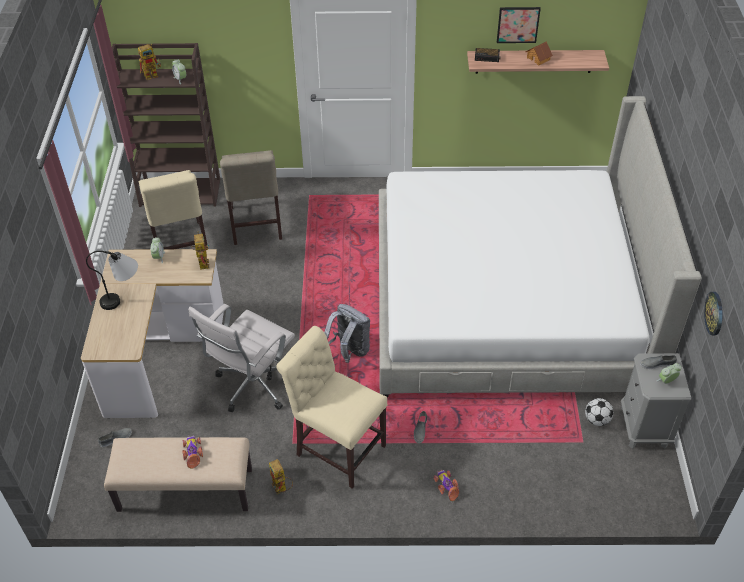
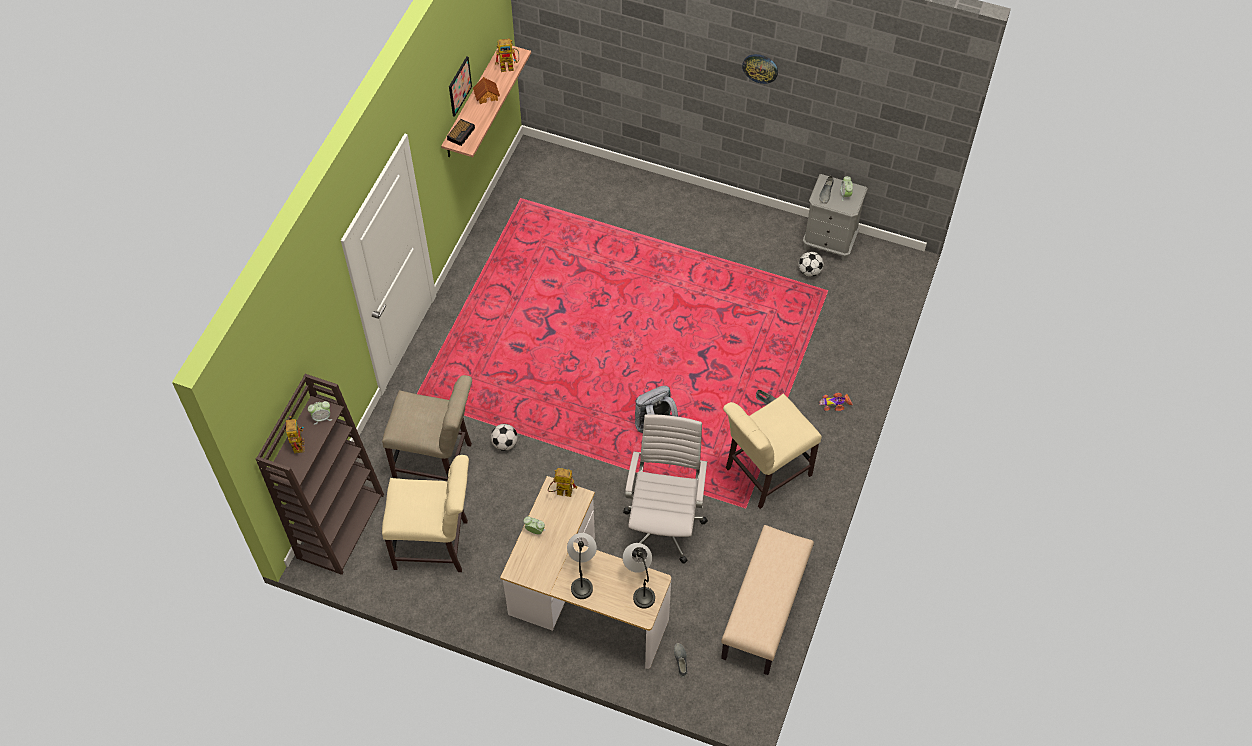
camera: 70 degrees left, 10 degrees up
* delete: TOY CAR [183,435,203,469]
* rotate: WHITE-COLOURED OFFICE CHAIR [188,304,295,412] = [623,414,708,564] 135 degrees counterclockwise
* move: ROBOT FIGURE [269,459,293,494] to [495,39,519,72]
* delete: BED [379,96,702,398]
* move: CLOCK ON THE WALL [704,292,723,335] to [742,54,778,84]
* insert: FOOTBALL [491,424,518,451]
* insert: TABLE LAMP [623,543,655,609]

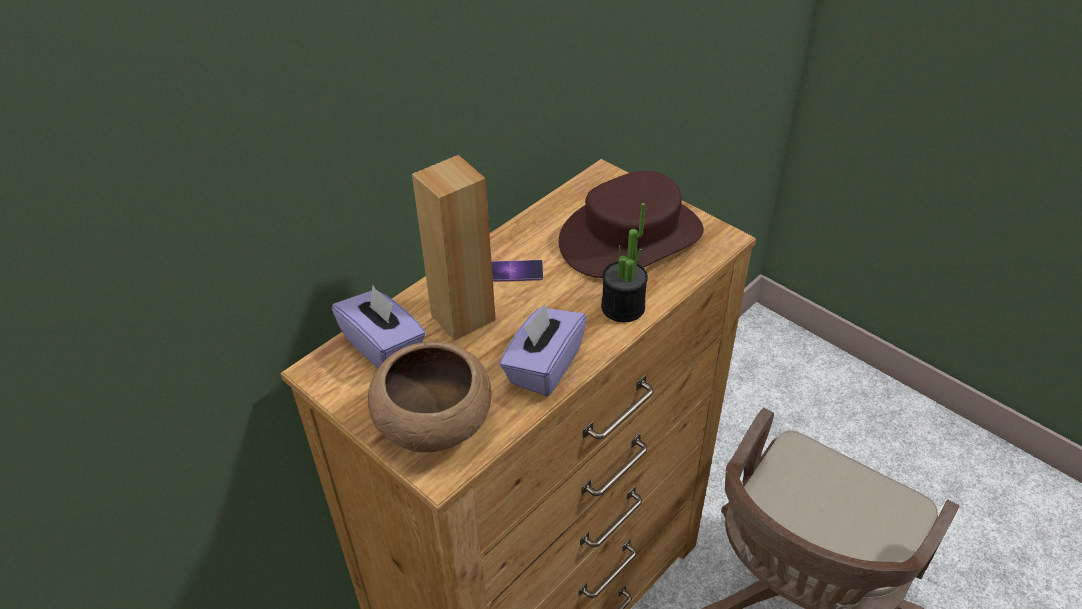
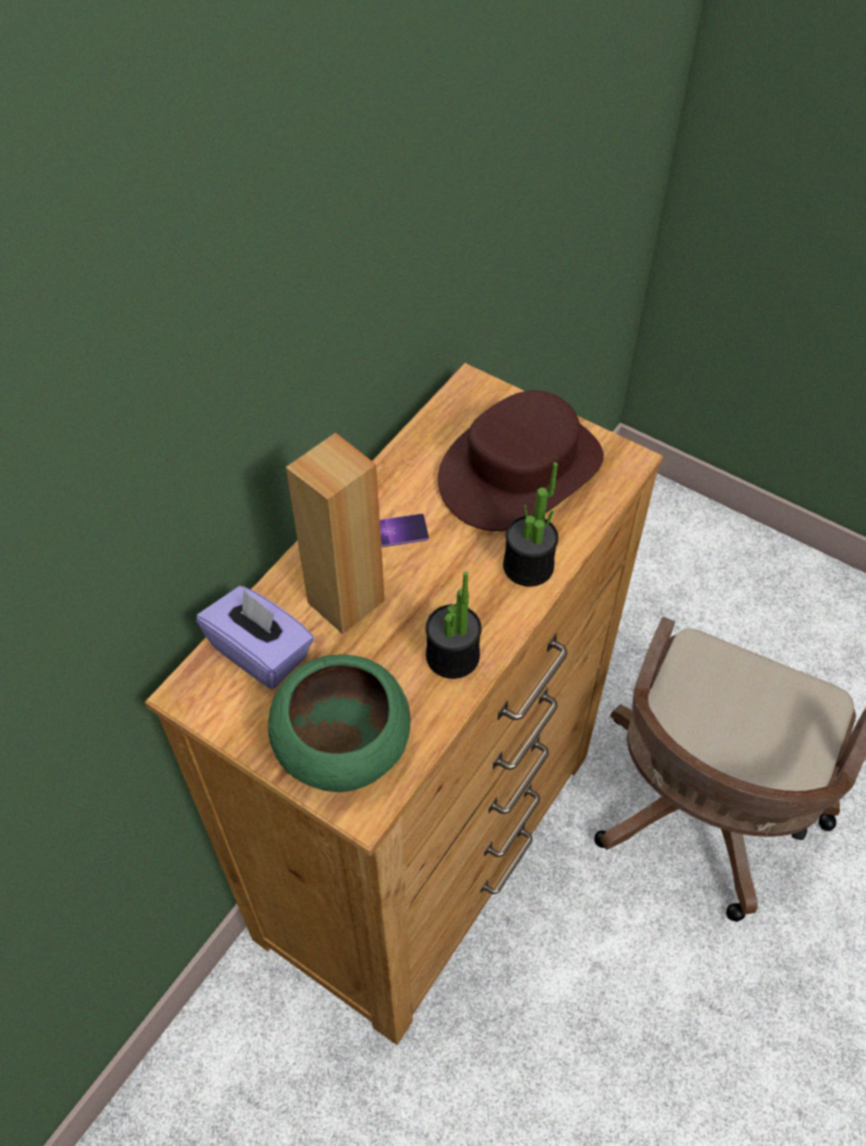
camera: 10 degrees left, 10 degrees up
* recolor: BROWNISH BOWL [368,341,492,453] to GREEN BOWL [268,655,411,792]
* replace: PURPLISH BOX OF TISSUES [499,304,587,396] to POTTED PLANT [426,571,482,679]

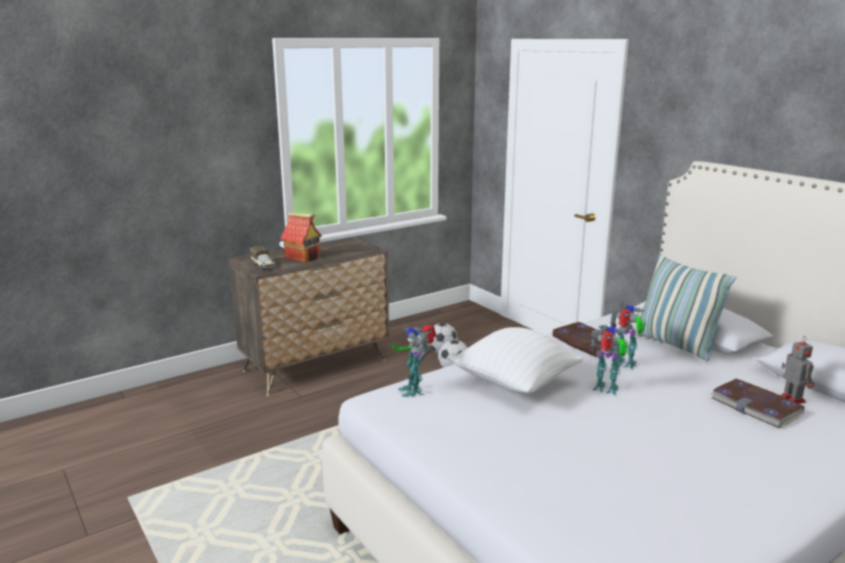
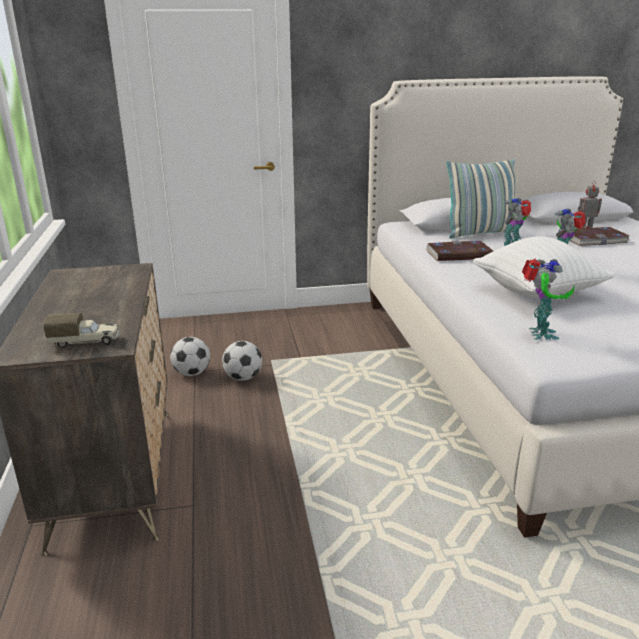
camera: 65 degrees left, 5 degrees up
* delete: TOY HOUSE [281,213,322,263]
* rotate: ROBOT FIGURE [392,325,436,397] = [522,258,574,340] 90 degrees counterclockwise

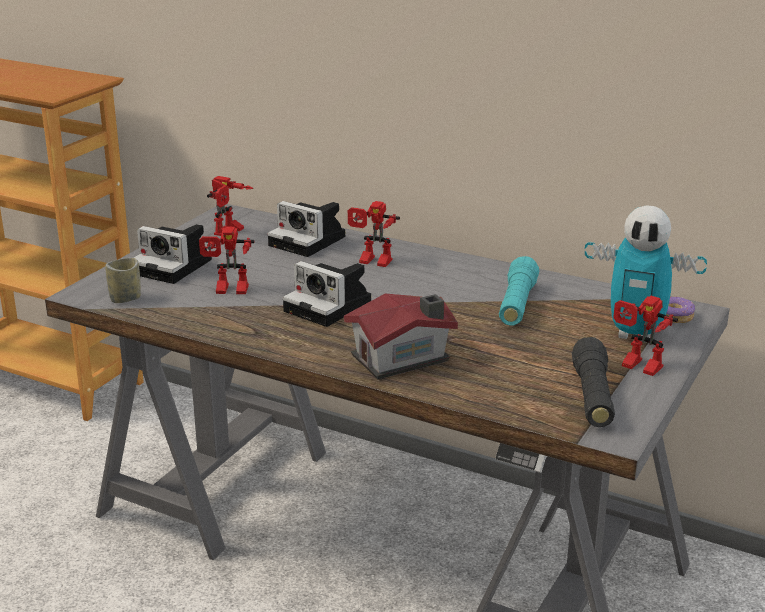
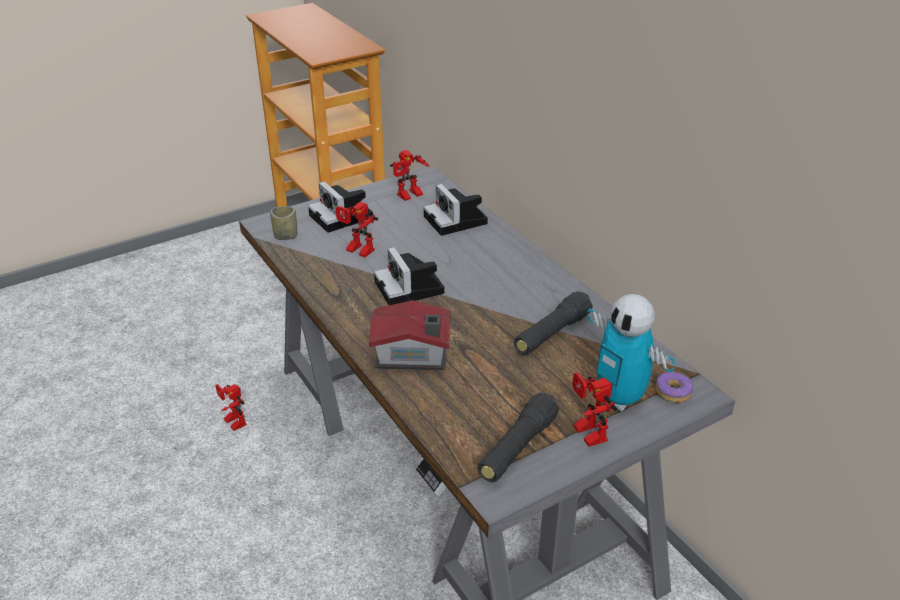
camera: 30 degrees right, 10 degrees up
* move: ROBOT FIGURE [348,201,400,267] to [215,384,247,431]
* recolor: TURQUOISE HAND TORCH [499,256,539,326] to BLACK-COLOURED HAND TORCH [514,291,593,355]

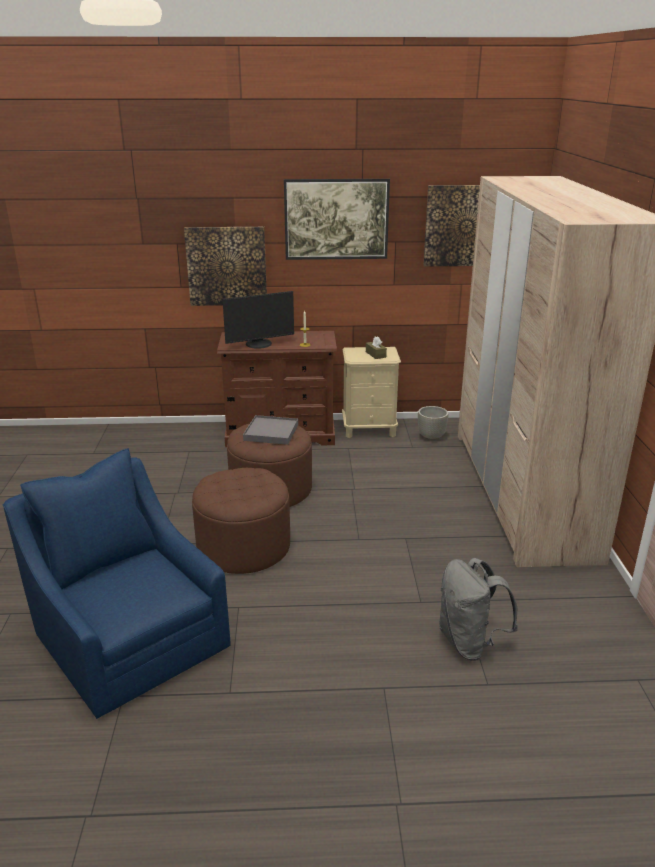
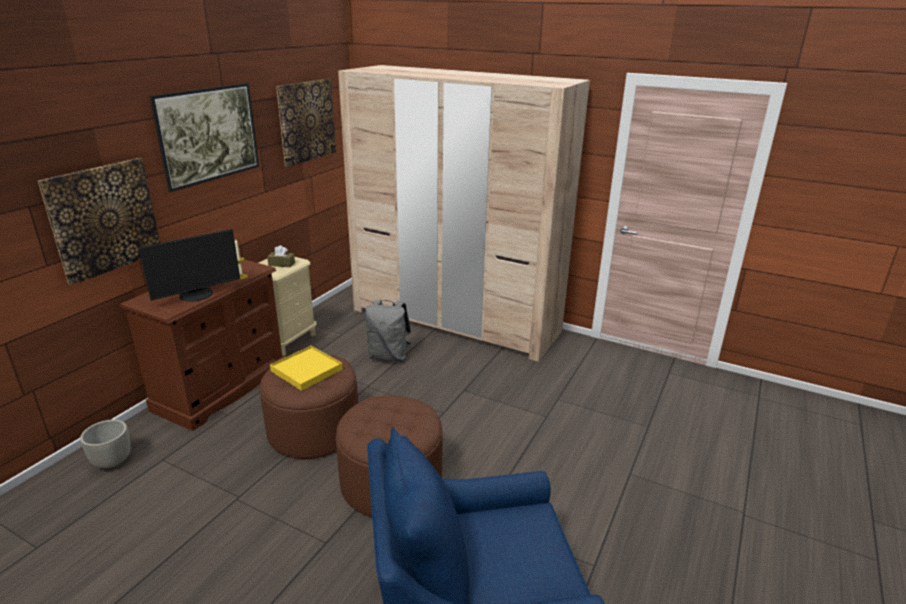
camera: 60 degrees left, 0 degrees up
* rotate: MONITOR [222,291,294,349] = [138,229,240,302] 45 degrees clockwise
* recolor: GRAY CARRYING TRAY [243,415,298,445] to YELLOW CARRYING TRAY [270,346,343,391]
* move: GRAY FLOWER POT [418,406,448,440] to [80,420,130,469]
* move: GRAY RUCKSACK [439,558,518,661] to [365,300,411,362]

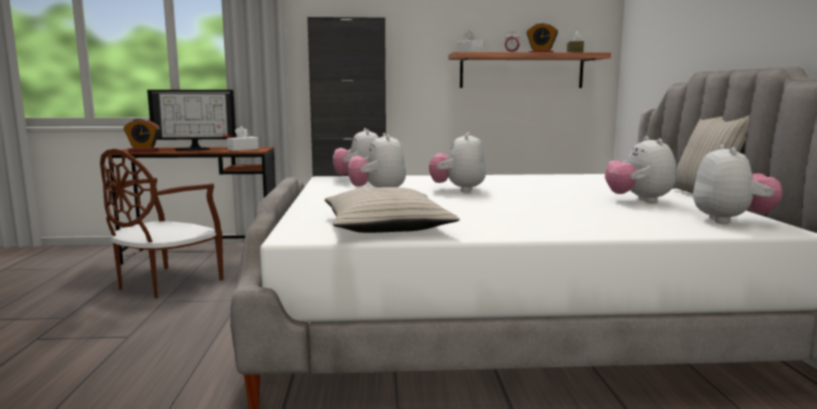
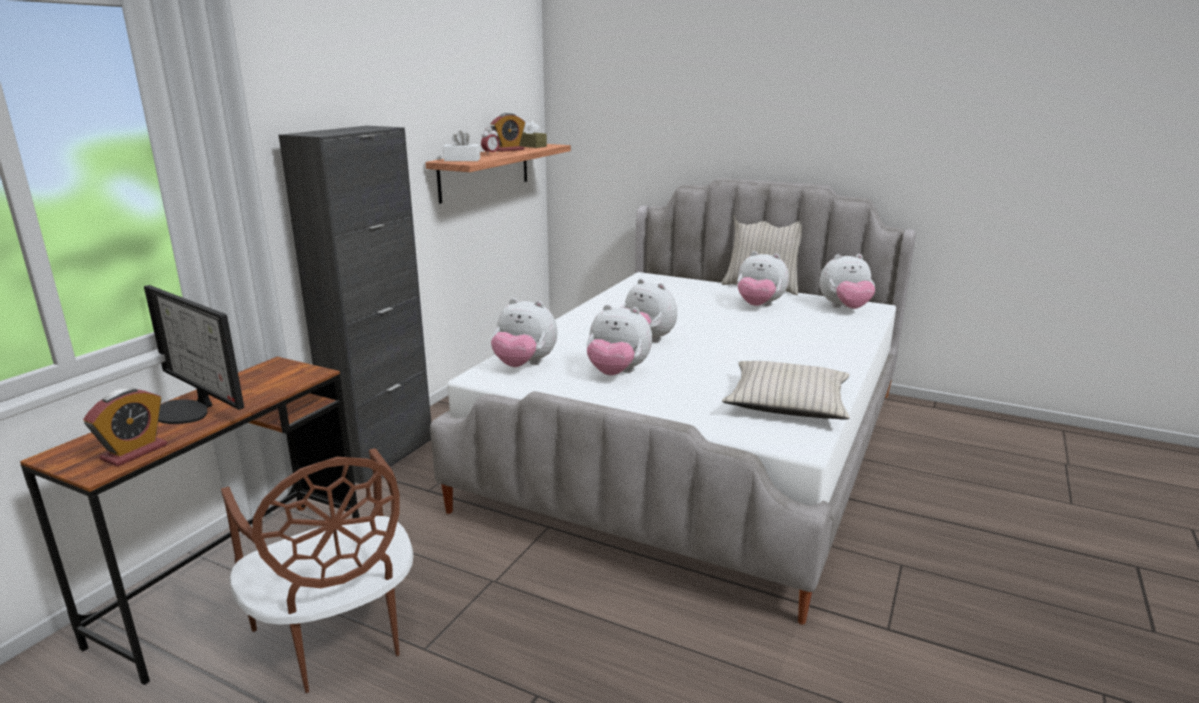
camera: 60 degrees left, 10 degrees up
* rotate: MONITOR [147,90,236,151] = [144,285,244,424] 105 degrees clockwise
* delete: WHITE-COLOURED BOX OF TISSUES [227,126,259,151]
* rotate: PLUSH TOY [693,144,782,224] = [820,254,875,309] 135 degrees clockwise

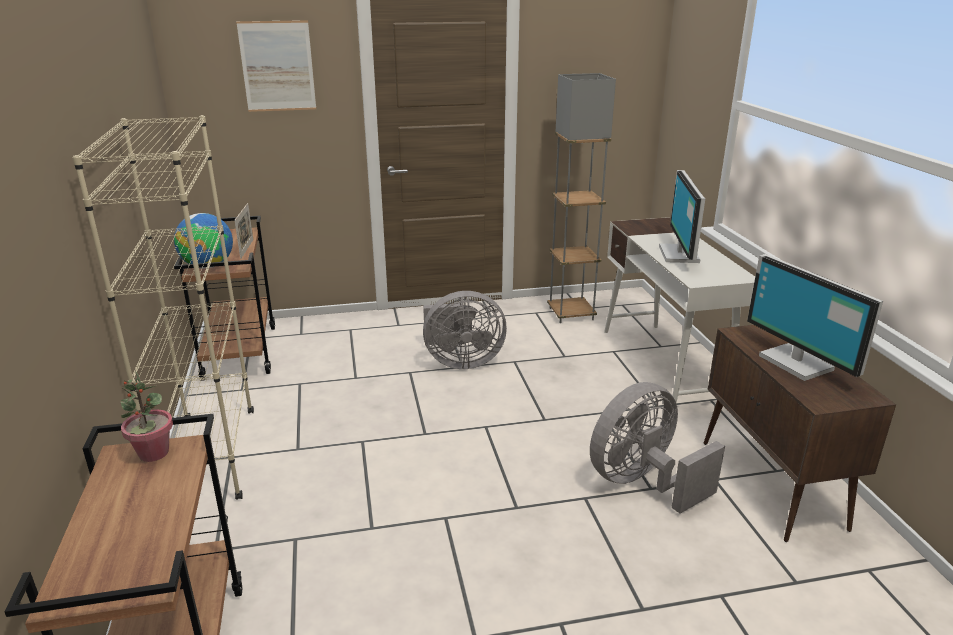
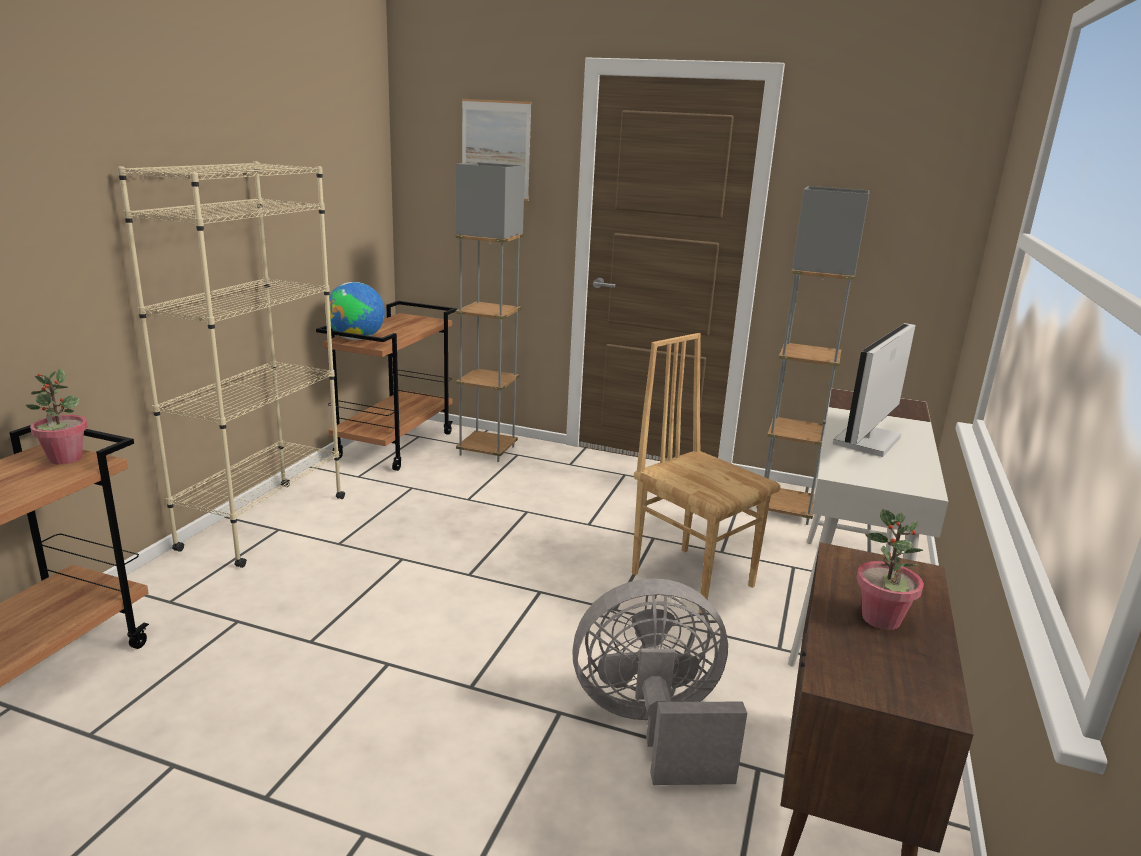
camera: 30 degrees right, 5 degrees down
* delete: STANDING FRAME [234,203,253,259]
* delete: GRAY COOLING FAN [423,291,507,369]
* replace: MONITOR [747,254,883,381] to POTTED PLANT [856,509,924,630]
* insert: GRAY STANDING LAMP [455,162,525,462]
* insert: BROWNISH PLAIN CHAIR [632,333,781,613]

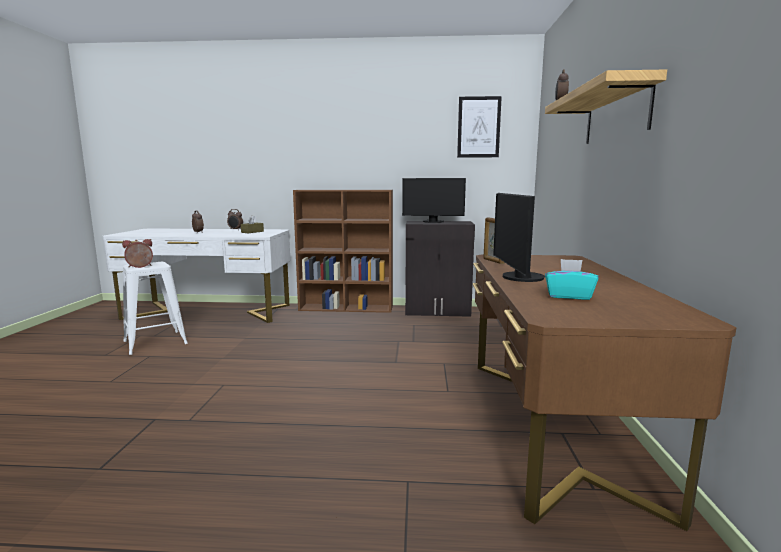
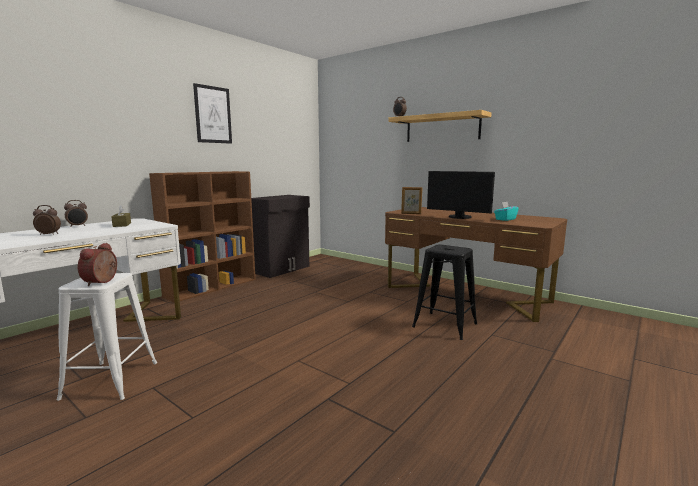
camera: 55 degrees left, 0 degrees up
* delete: MONITOR [402,178,466,223]
* move: WALL PICTURE [457,96,502,157] to [193,83,232,144]
* insert: BLACK-COLOURED SITTING STOOL [412,244,477,340]

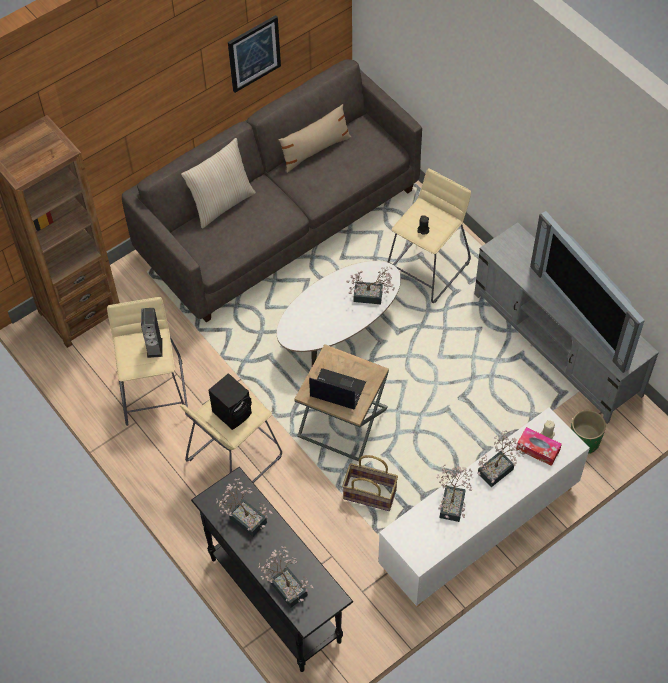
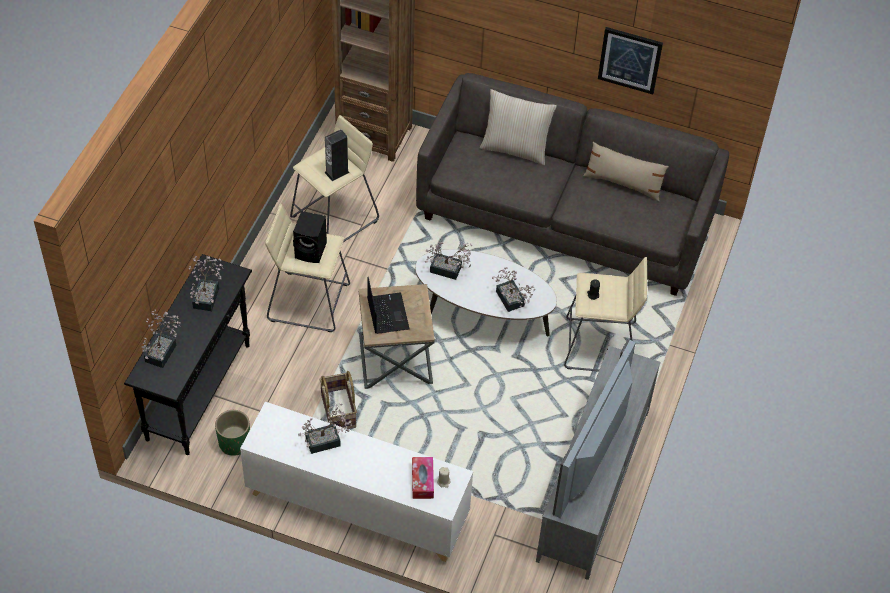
camera: 55 degrees right, 5 degrees down
* move: POTTED PLANT [478,430,526,487] to [425,242,472,280]
* move: GREEN FLOWER POT [571,410,606,454] to [215,410,250,456]

